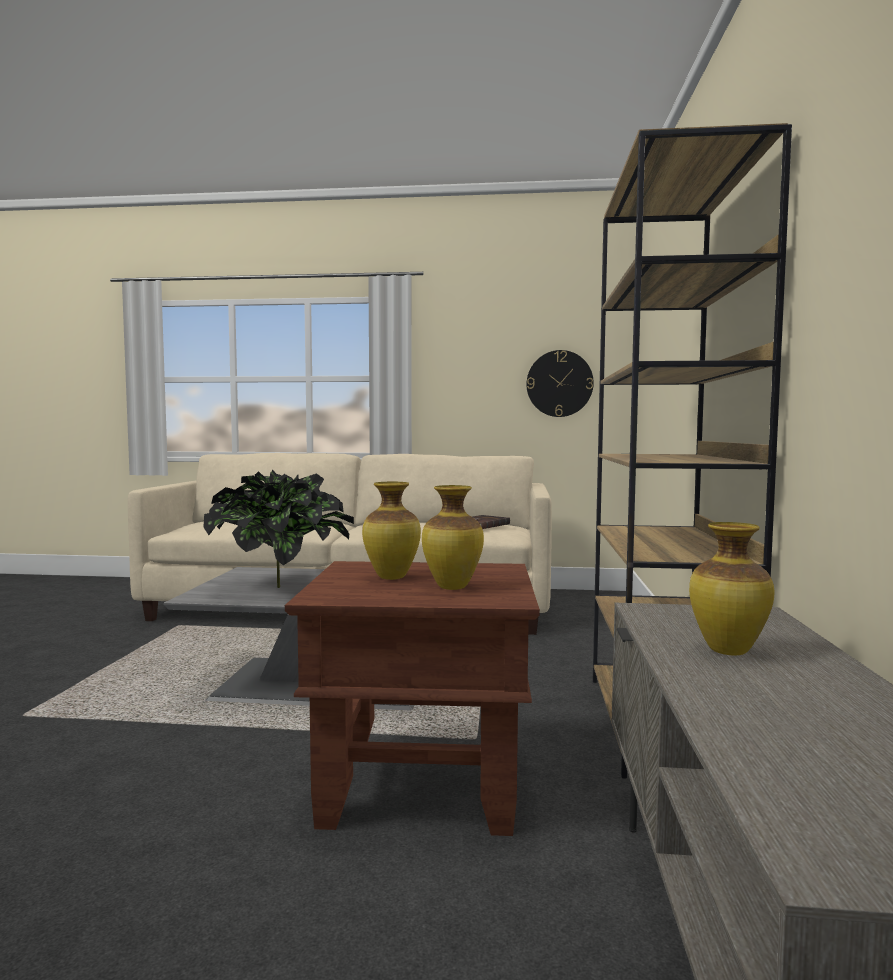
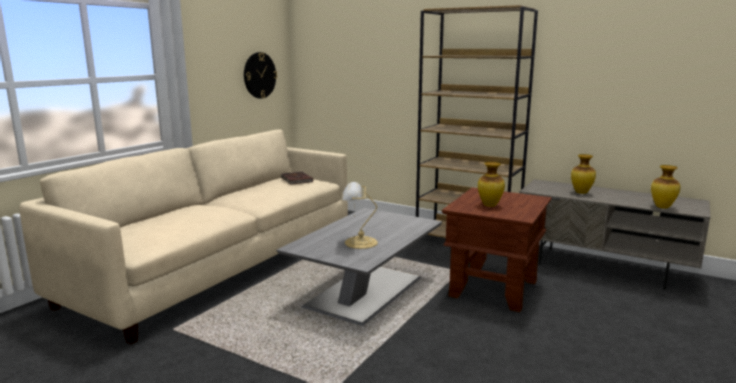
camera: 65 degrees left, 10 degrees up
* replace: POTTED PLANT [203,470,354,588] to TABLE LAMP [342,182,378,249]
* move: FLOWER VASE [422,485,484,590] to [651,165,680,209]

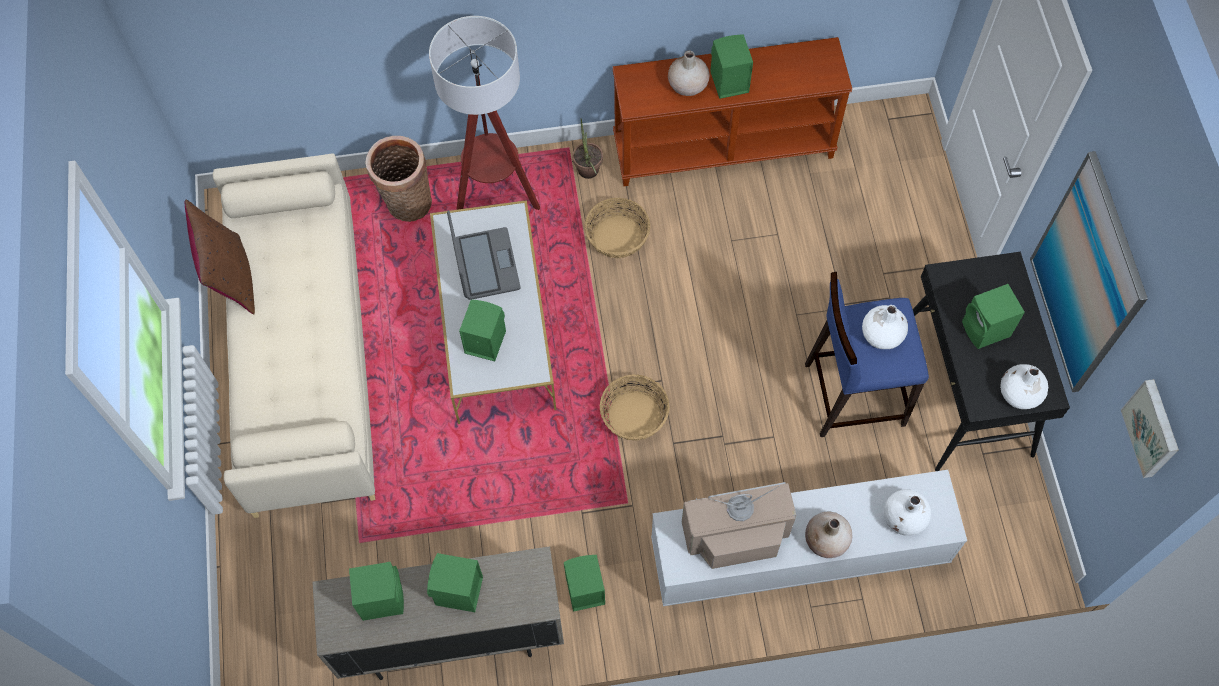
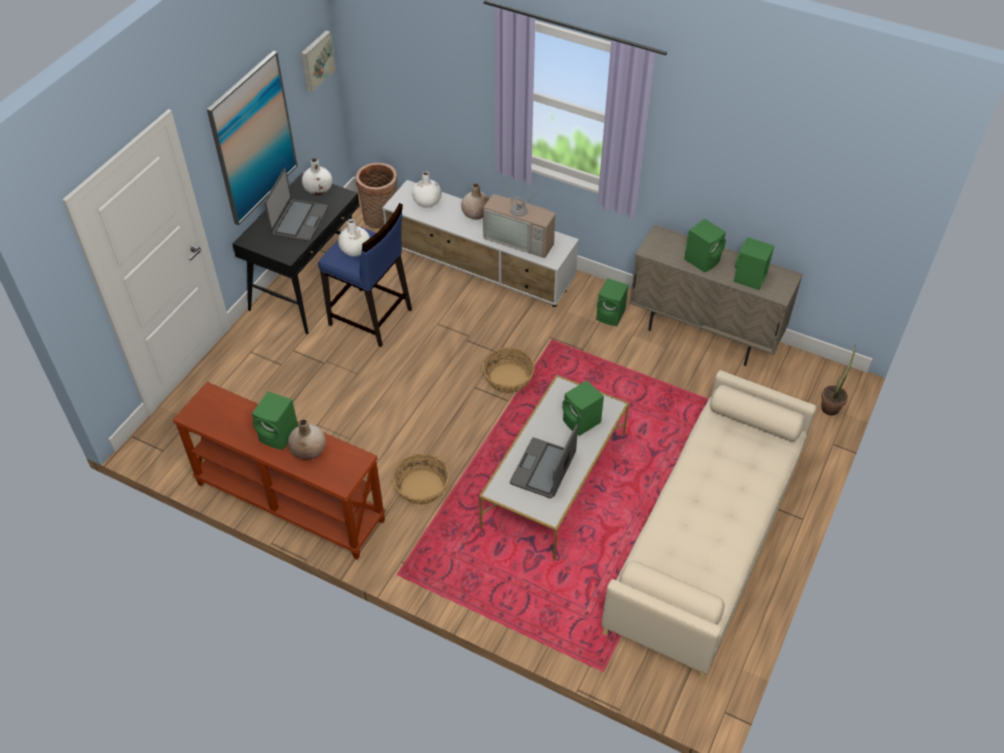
camera: 145 degrees left, 15 degrees down
* delete: BROWNISH THROW PILLOW [185,200,255,315]
* move: HOUSEHOLD BASKET [365,136,432,222] to [356,163,397,229]
* delete: STANDING LAMP [429,16,540,210]
* move: POTTED PLANT [573,119,603,179] to [821,345,856,415]
* replace: GREEN LOUDSPEAKER [962,284,1025,349] to PORTABLE COMPUTER [264,168,328,242]

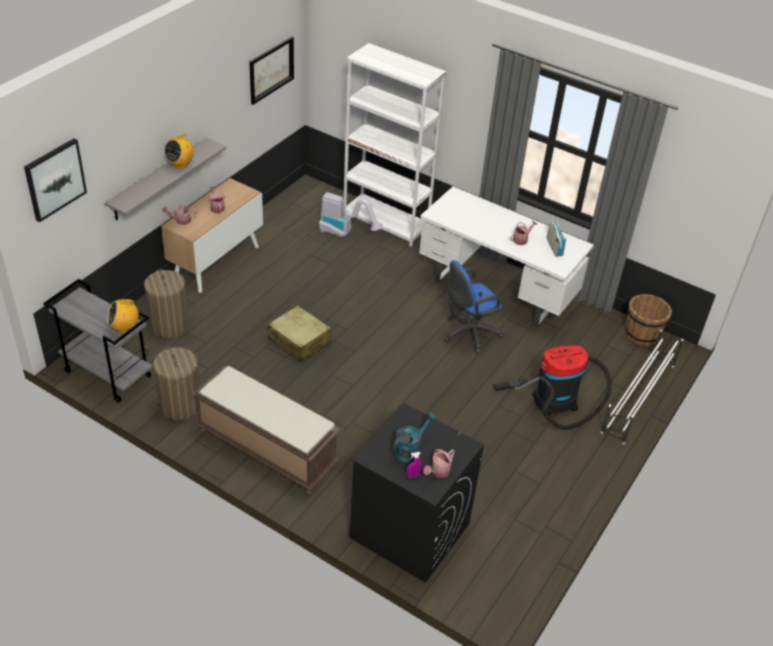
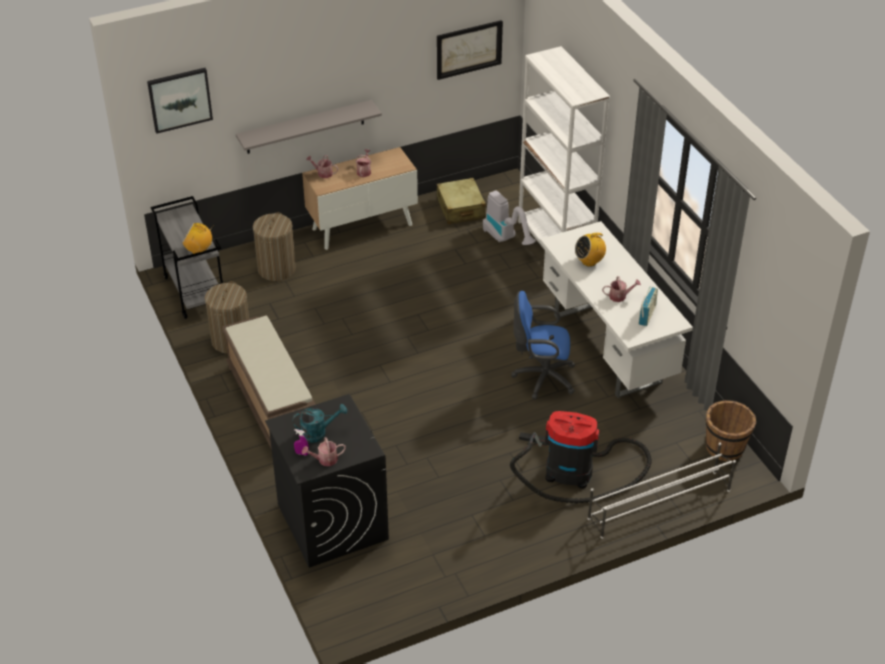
camera: 35 degrees right, 0 degrees up
* move: RADIO RECEIVER [164,134,194,169] to [575,232,606,267]
* move: BEIGE PIECE OF LUGGAGE [268,305,331,362] to [437,178,486,224]

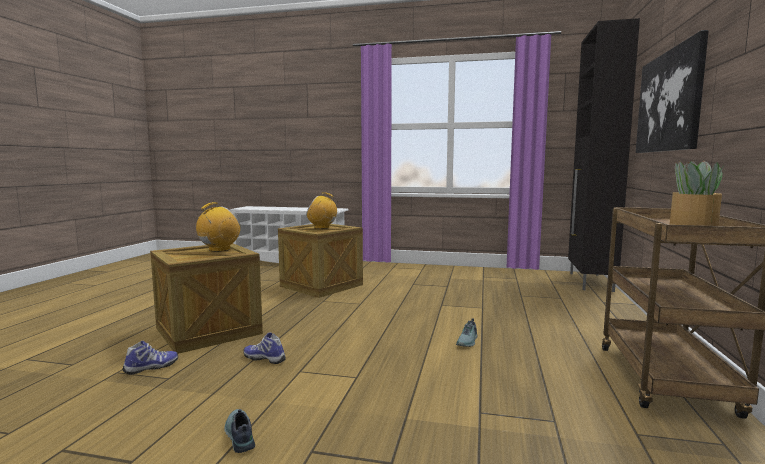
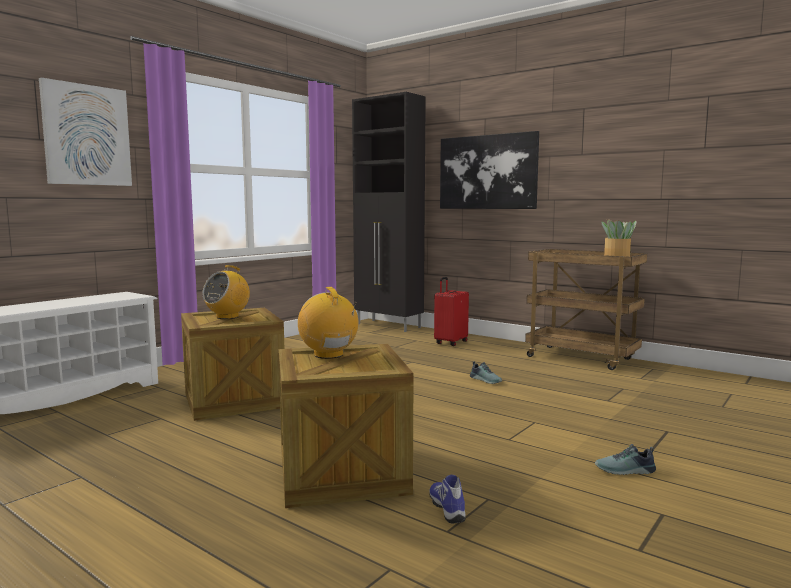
camera: 65 degrees left, 0 degrees up
* delete: ITEM OF FOOTWEAR [243,333,286,364]
* insert: WALL PICTURE [39,78,132,186]
* insert: RED-COLOURED PIECE OF LUGGAGE [434,277,469,346]

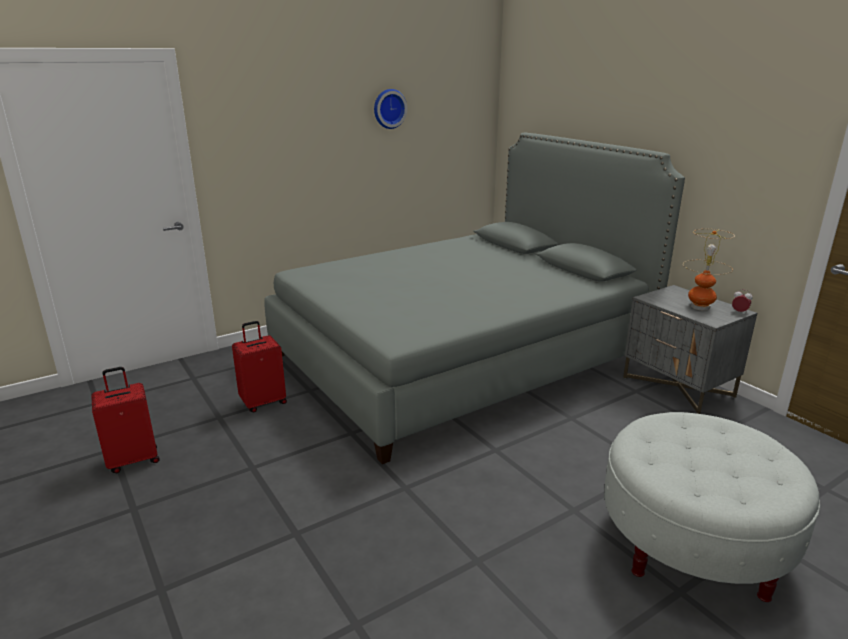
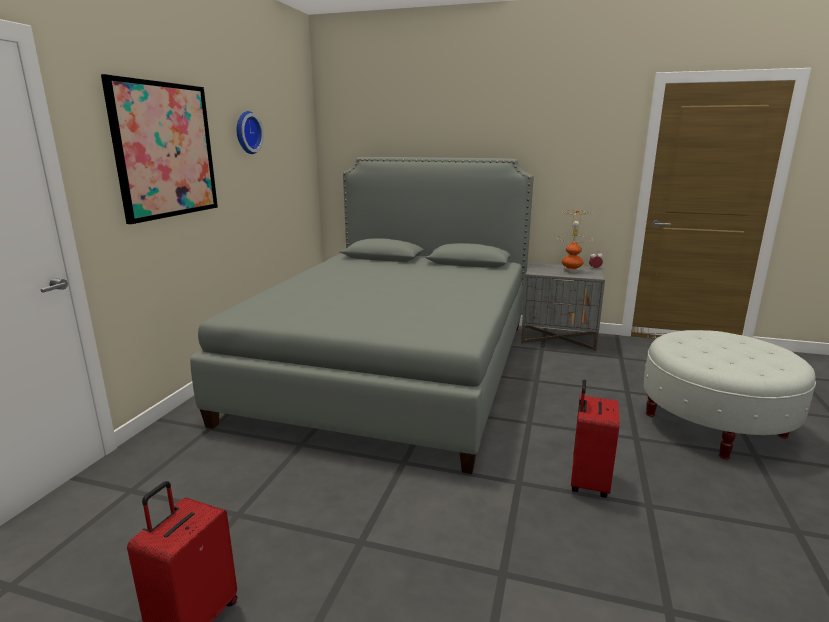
camera: 40 degrees left, 5 degrees down
* move: RED-COLOURED PIECE OF LUGGAGE [232,321,287,412] to [571,380,620,498]
* insert: WALL PICTURE [101,74,218,224]

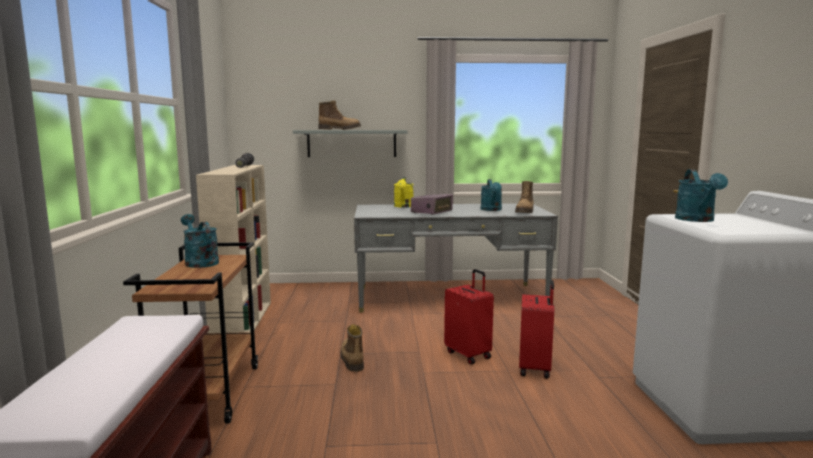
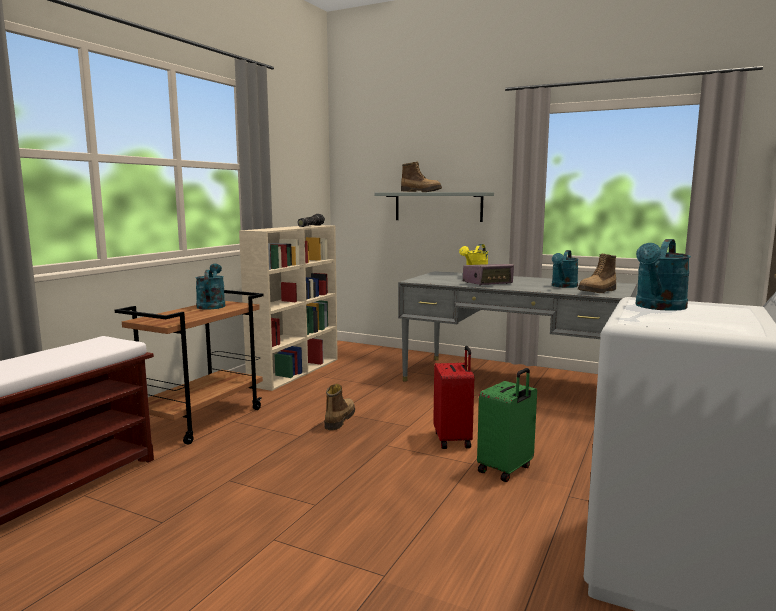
camera: 30 degrees right, 0 degrees up
* recolor: RED-COLOURED PIECE OF LUGGAGE [519,280,554,379] to GREEN PIECE OF LUGGAGE [477,368,537,482]

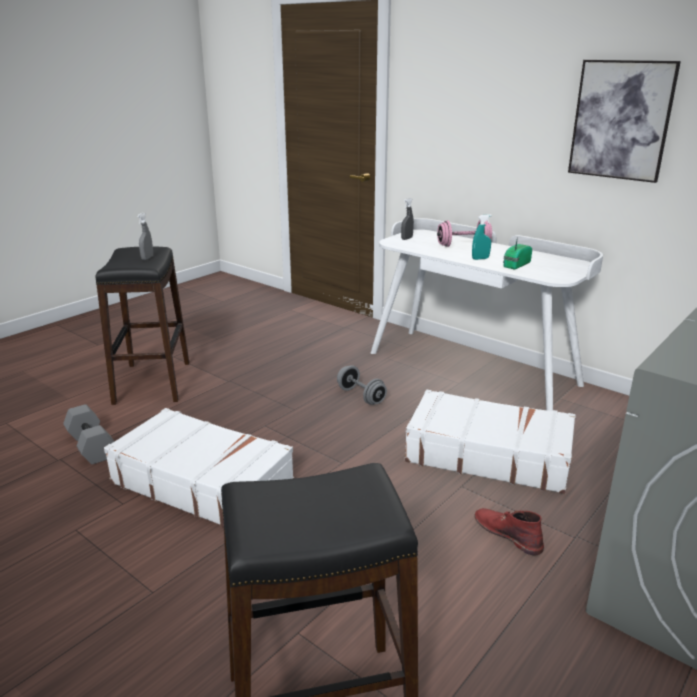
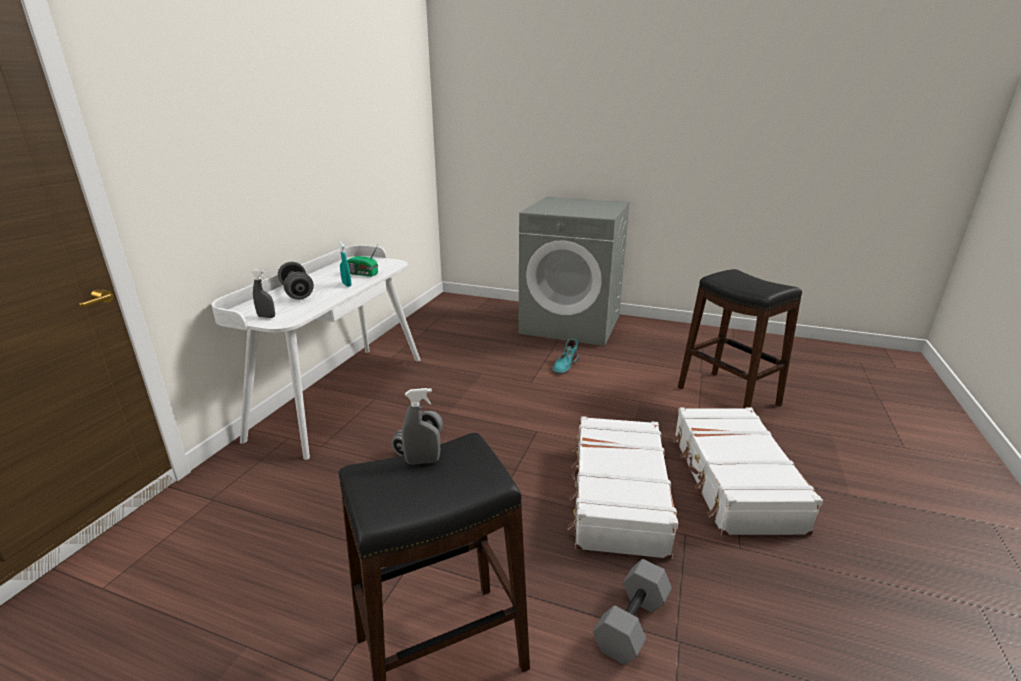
camera: 110 degrees left, 0 degrees up
* move: WHITE-COLOURED PIECE OF LUGGAGE [405,390,576,494] to [673,407,823,535]
* recolor: PINK DUMBBELL [437,220,492,247] to GRAY DUMBBELL [278,262,314,299]
* recolor: RED-COLOURED BOOT [474,508,544,556] to TURQUOISE BOOT [552,339,579,374]
* delete: WALL PICTURE [568,60,681,183]

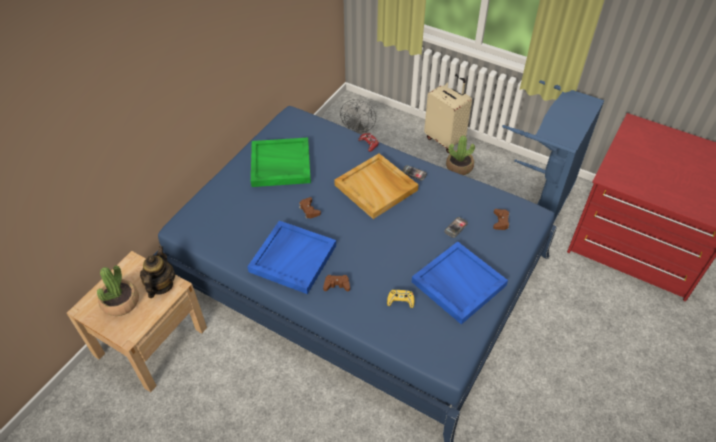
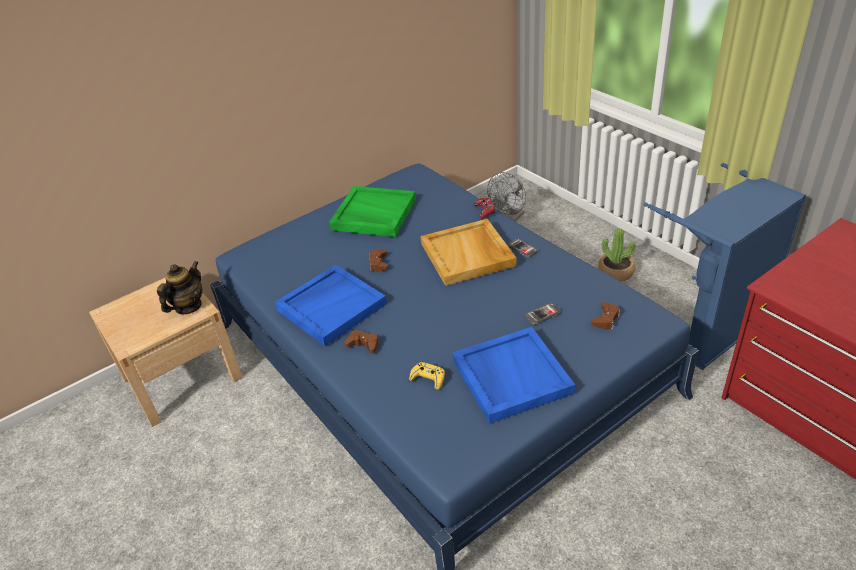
camera: 25 degrees right, 10 degrees down
* delete: POTTED PLANT [97,266,139,316]
* delete: BEIGE PIECE OF LUGGAGE [424,74,472,153]

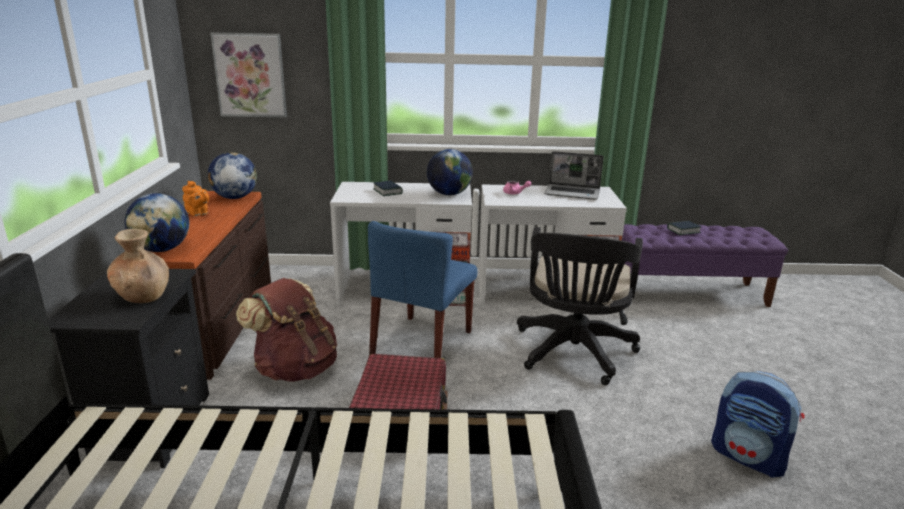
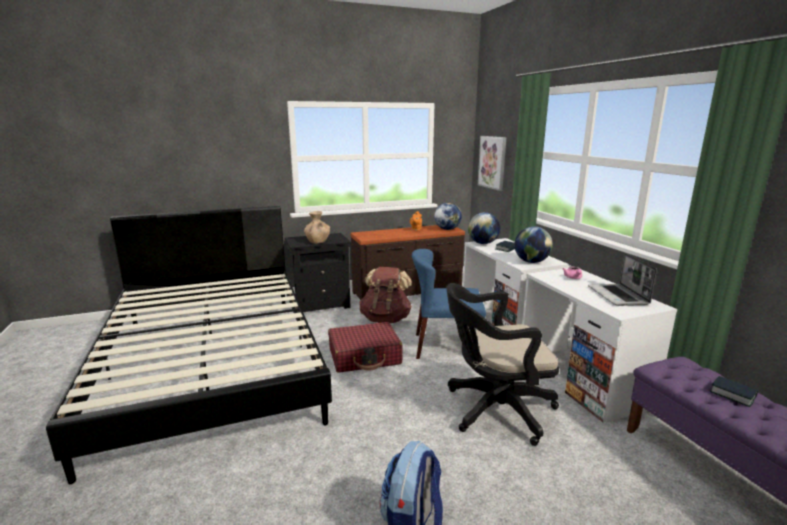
camera: 70 degrees right, 5 degrees down
* move: DESK GLOBE [124,193,189,252] to [468,212,500,244]

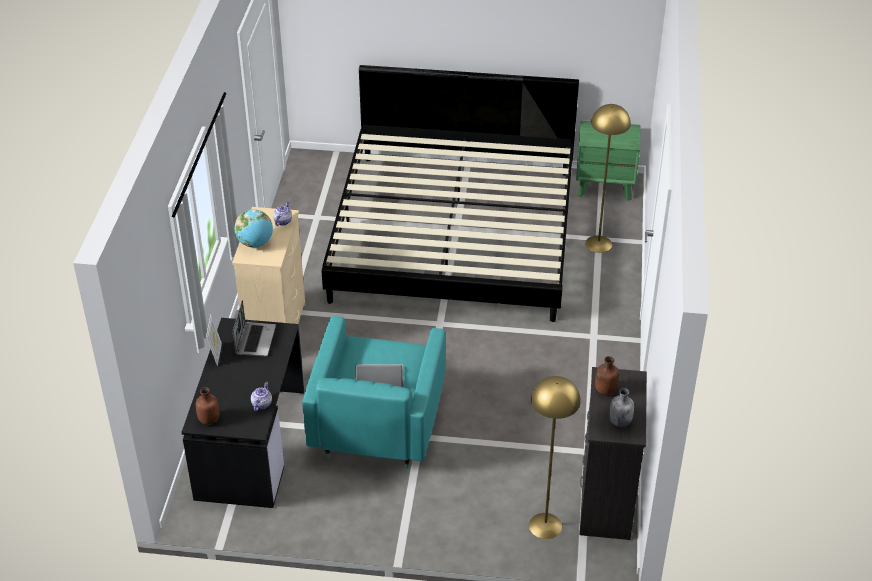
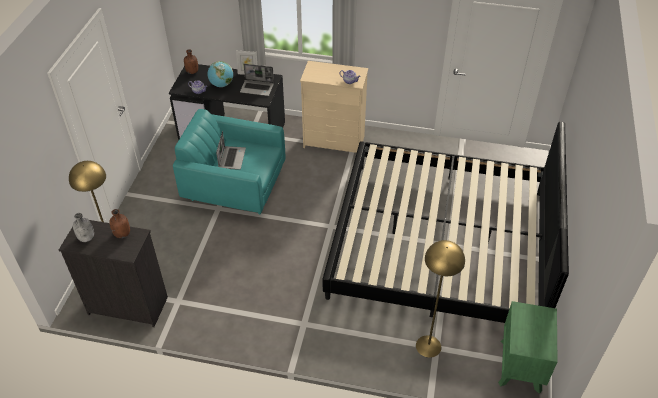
camera: 95 degrees right, 5 degrees up
* move: DESK GLOBE [235,210,273,248] to [207,61,233,87]

